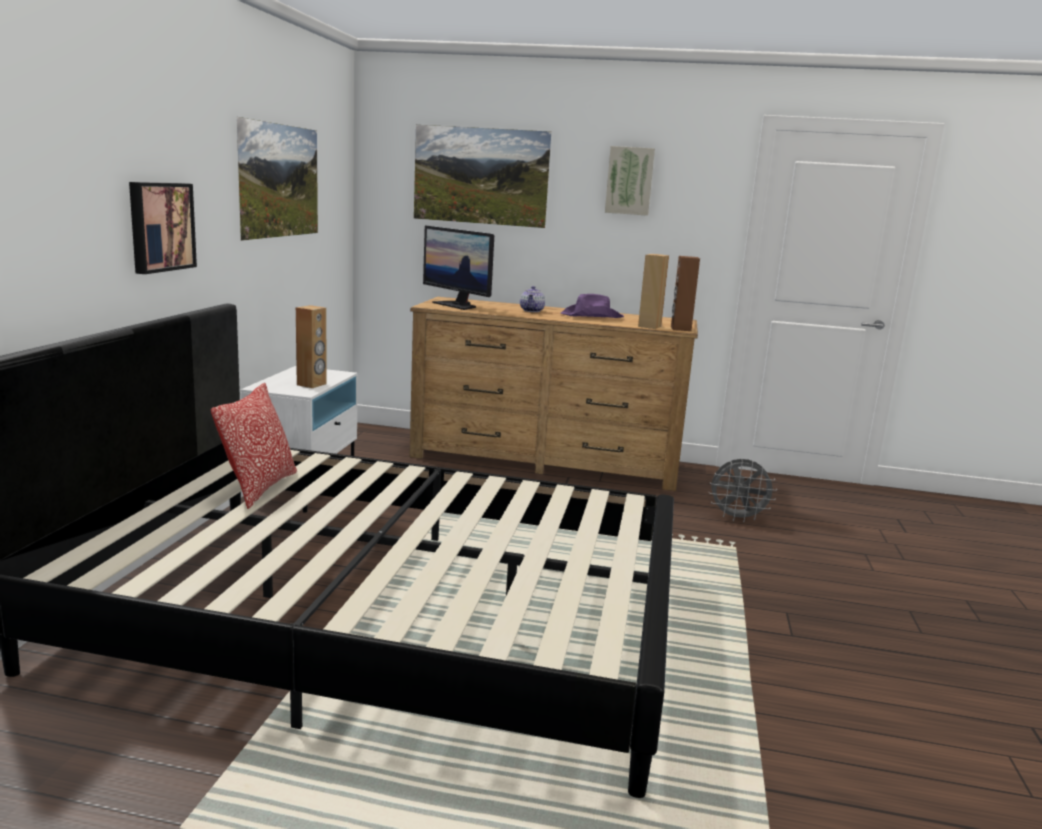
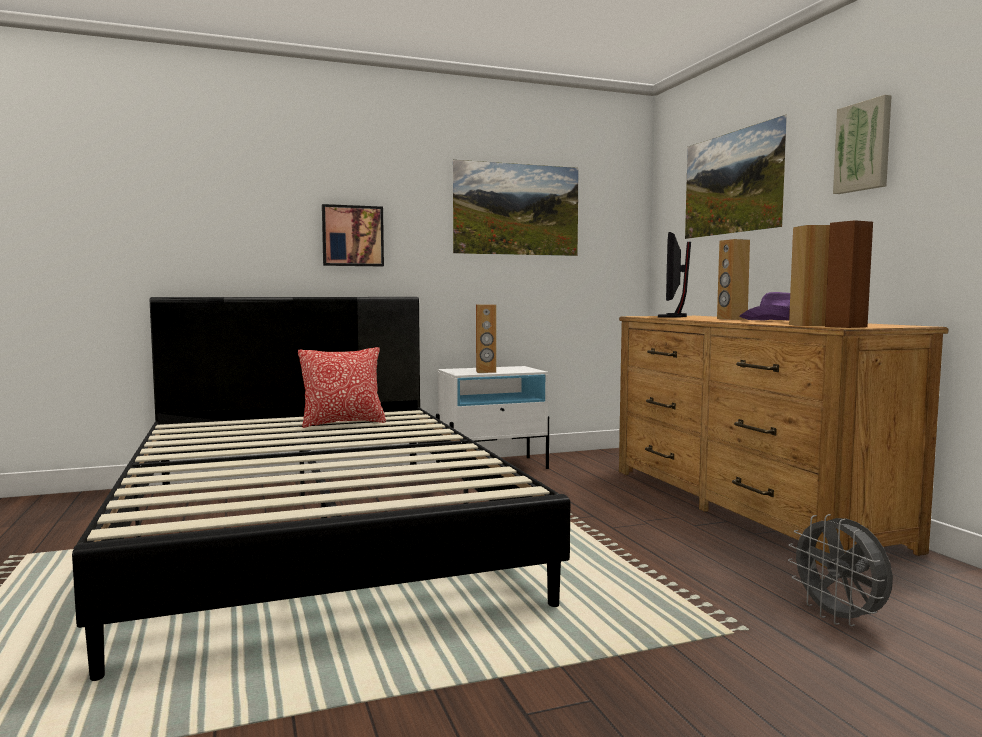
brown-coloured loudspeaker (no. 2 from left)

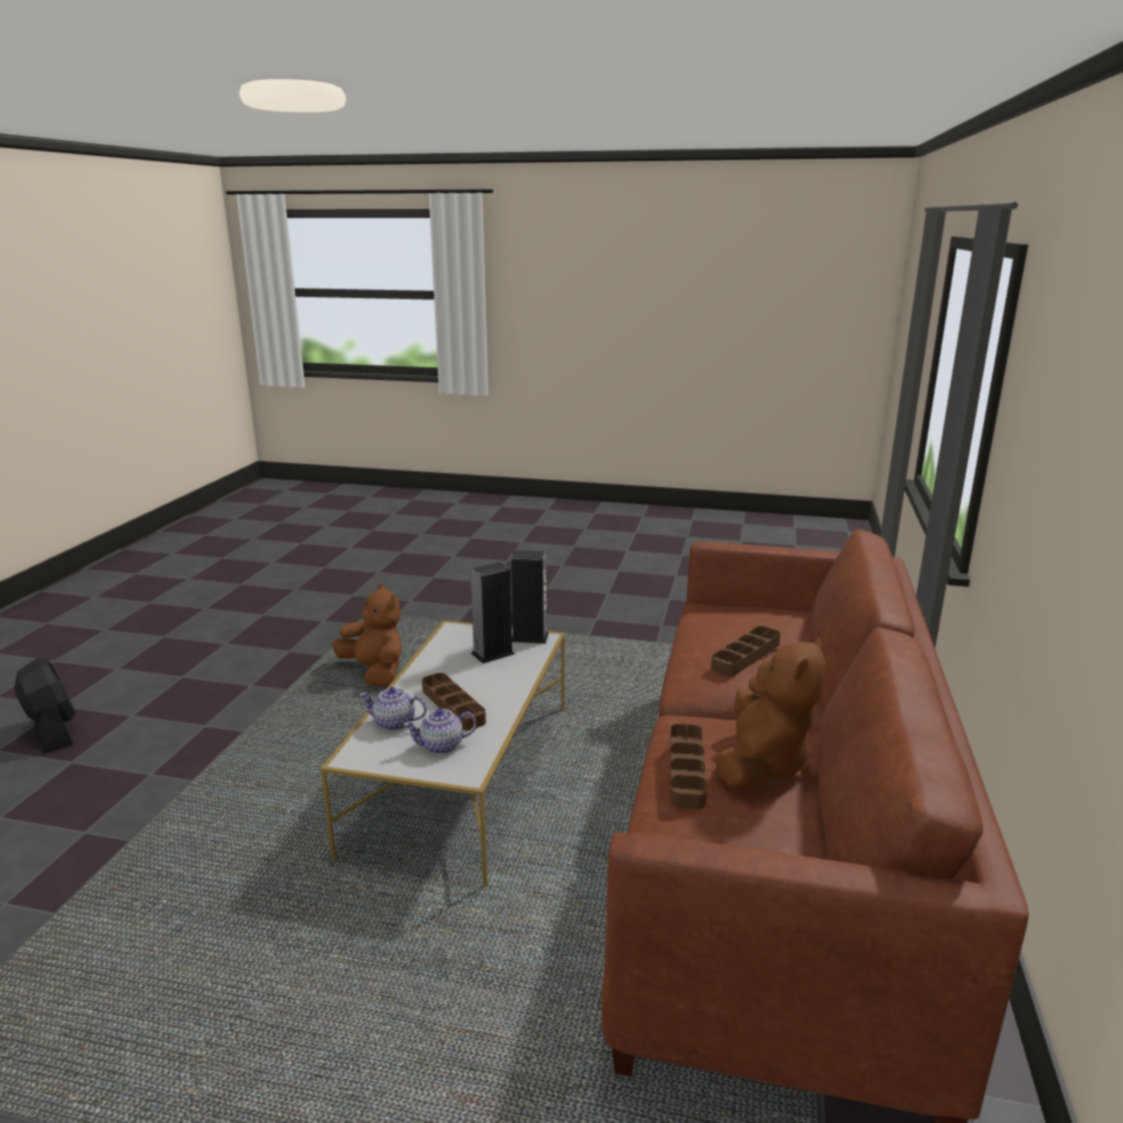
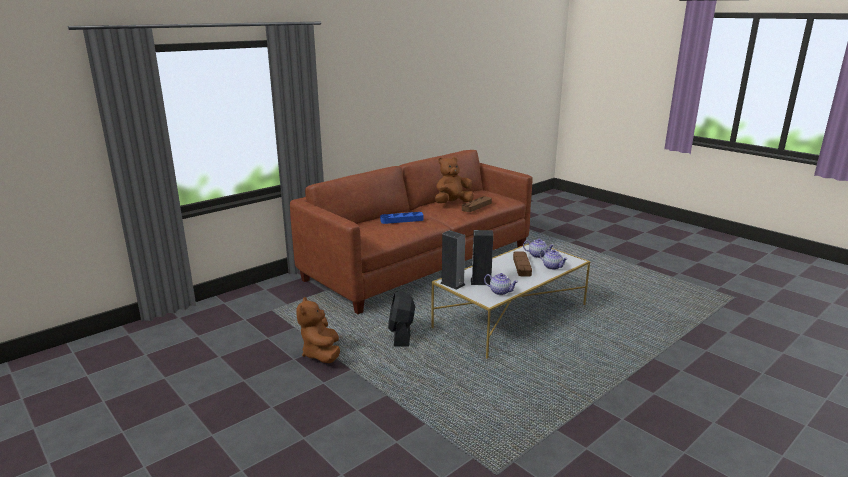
brown-coloured plush toy (no. 1 from left)
blue tray
black electric fan
tea pot (no. 1 from left)

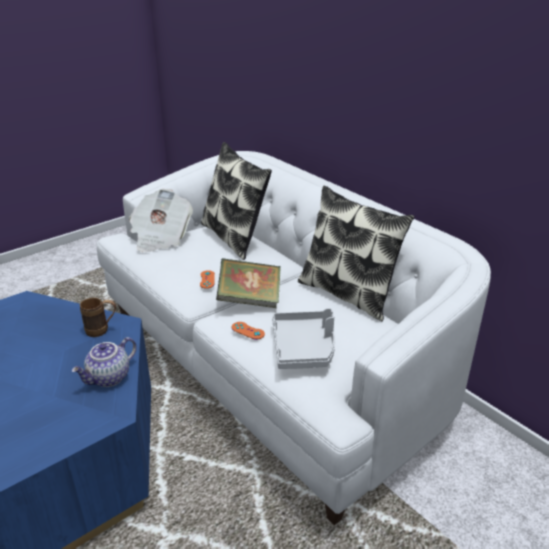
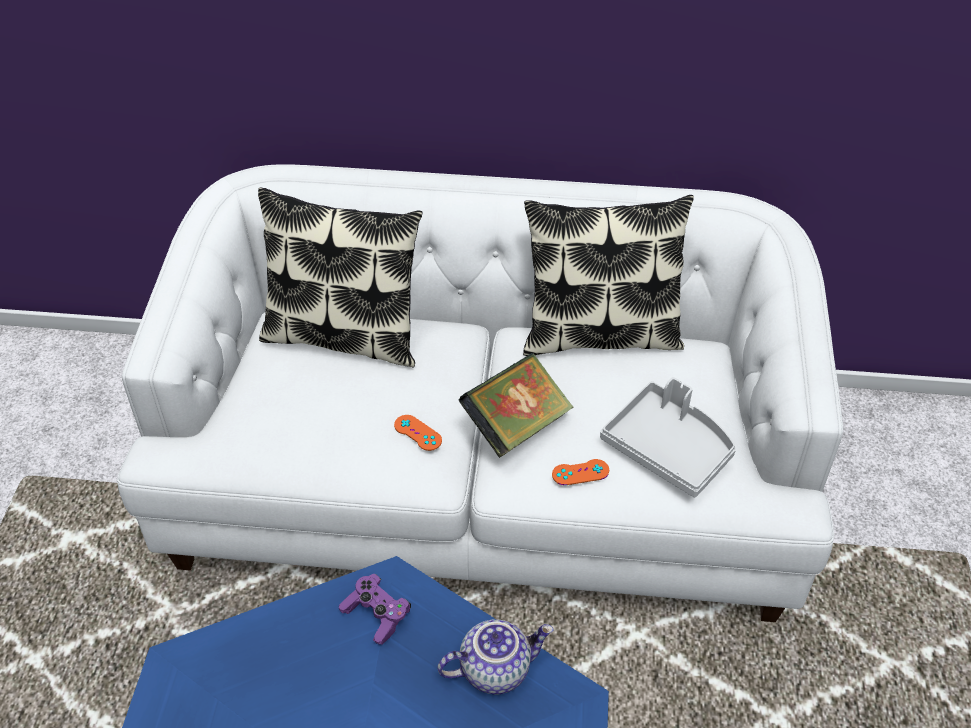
printed paper
purple-coloured joypad
tea pot

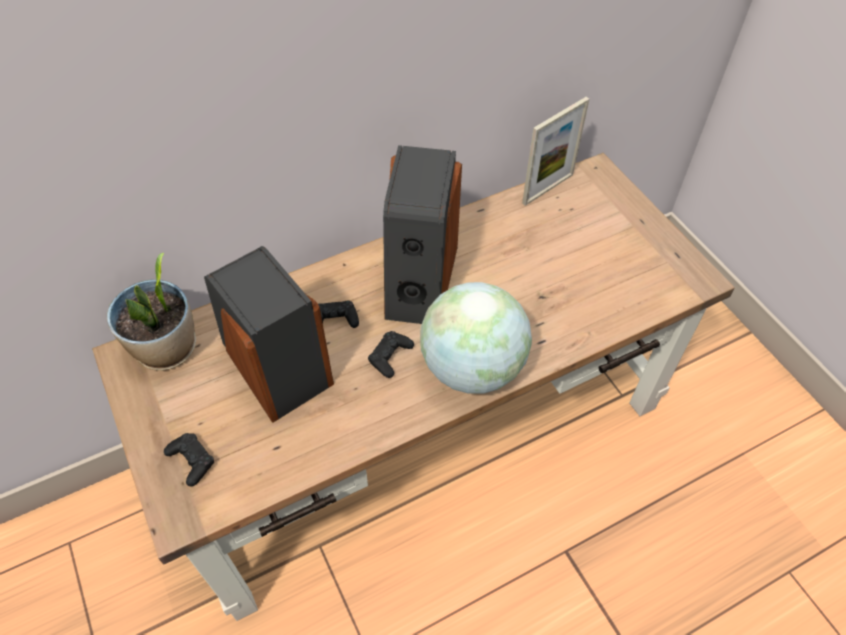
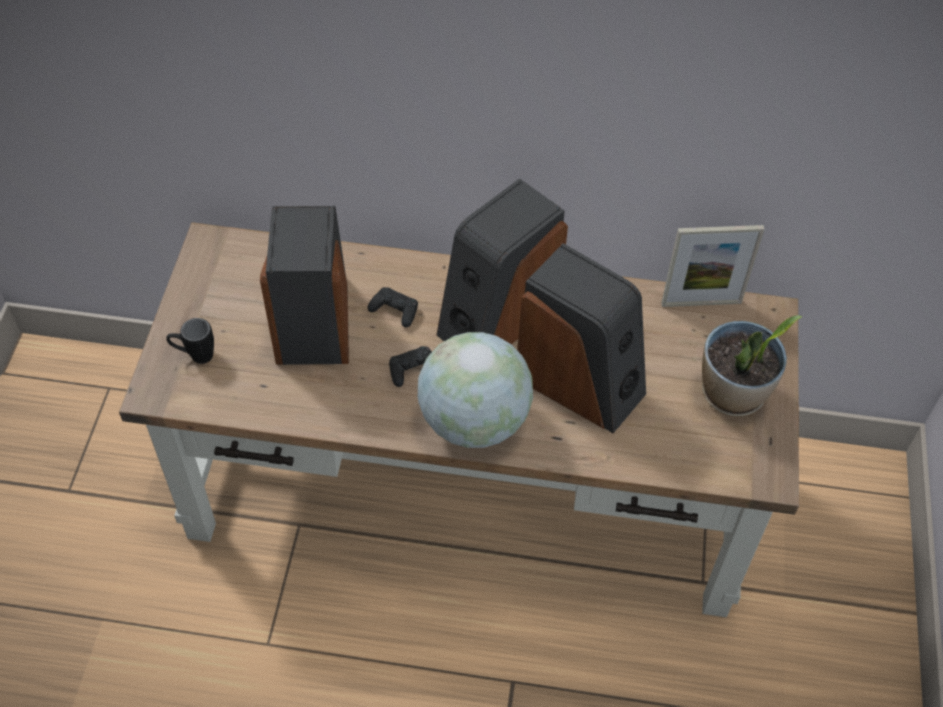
potted plant
black mug
loudspeaker (no. 3 from left)

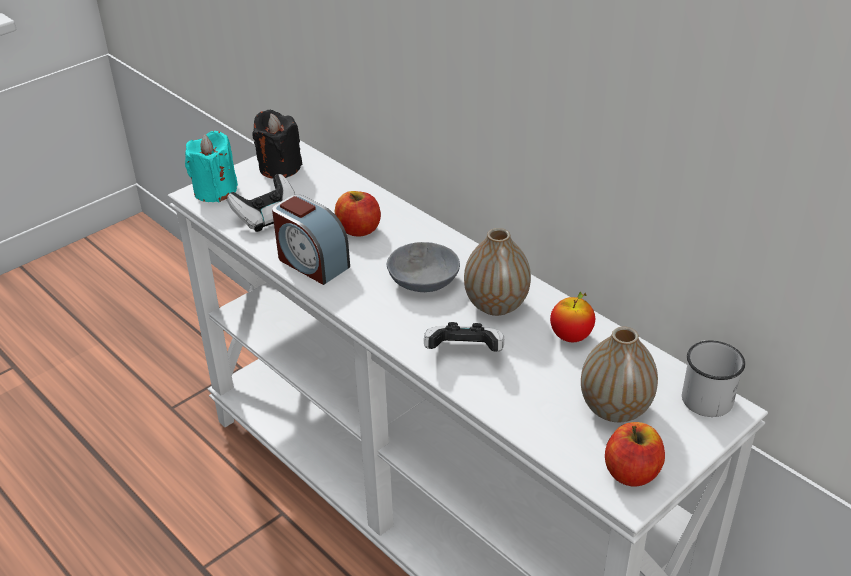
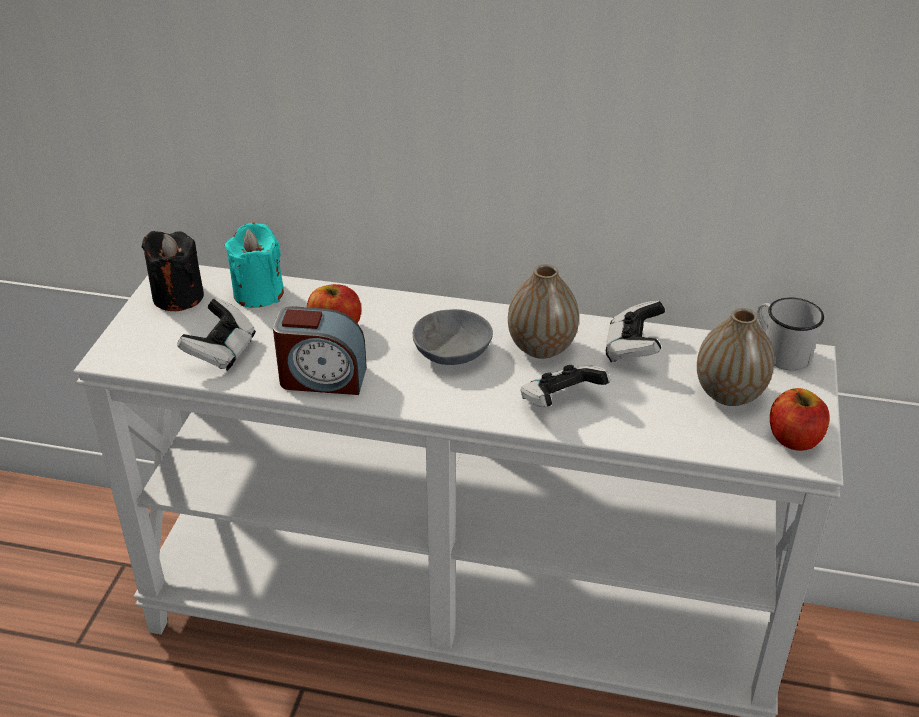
turquoise-coloured wax light
joypad (no. 3 from left)

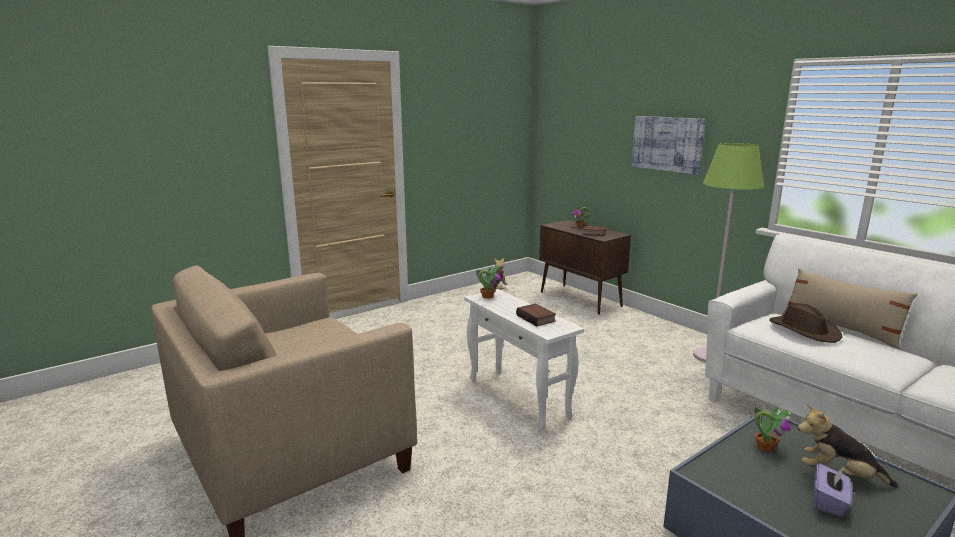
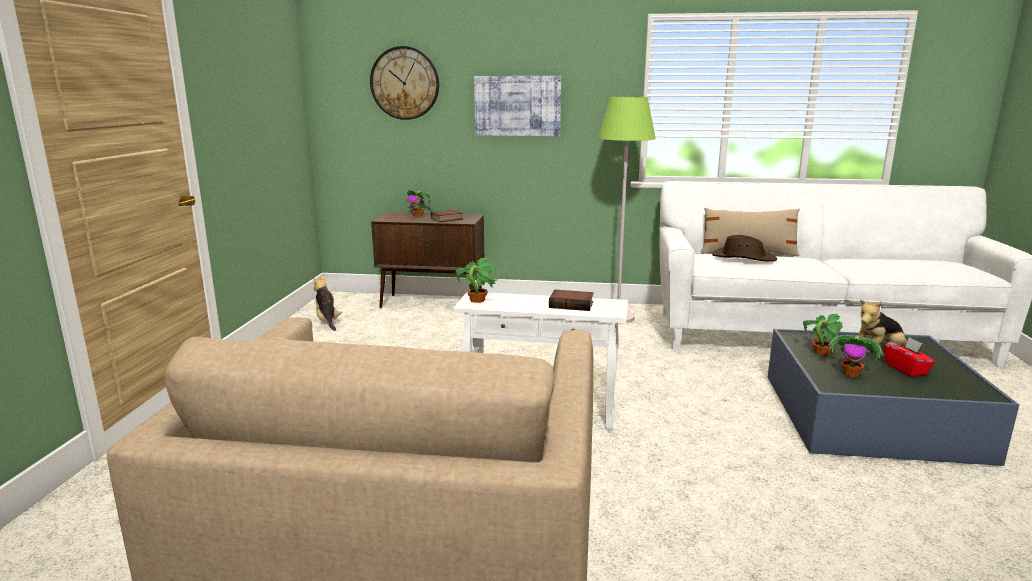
reddish tissue holder
clock on the wall
potted plant (no. 4 from left)

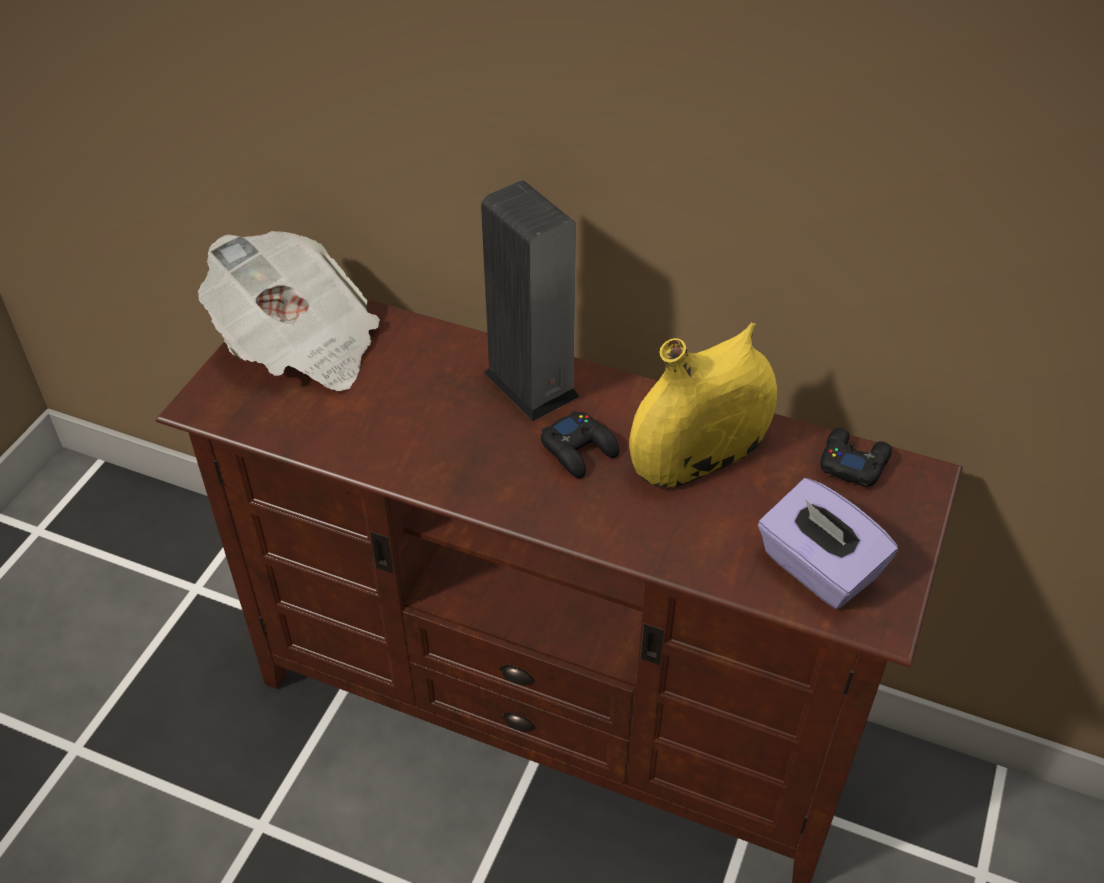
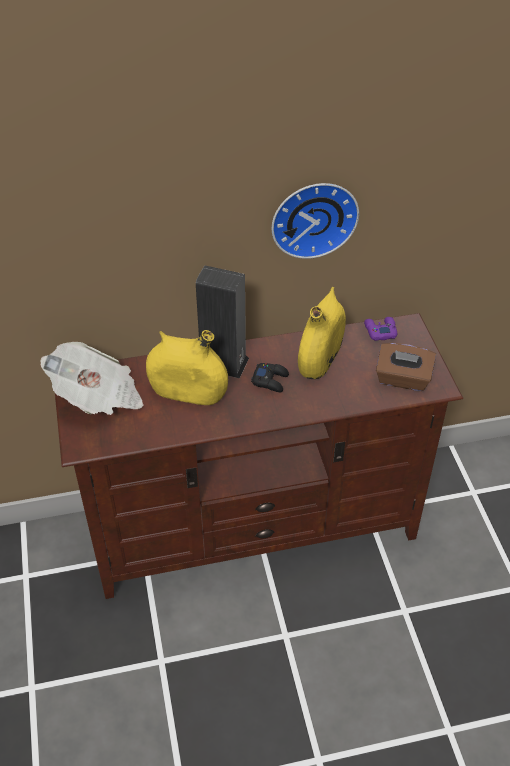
purple-coloured joypad
brown-coloured tissue holder
clock on the wall
yellow-coloured vase (no. 1 from left)

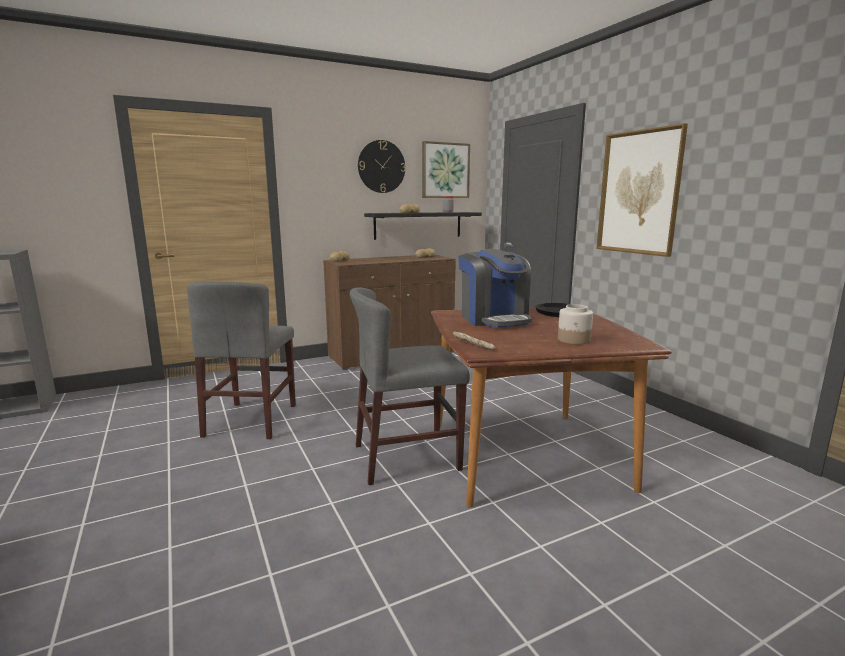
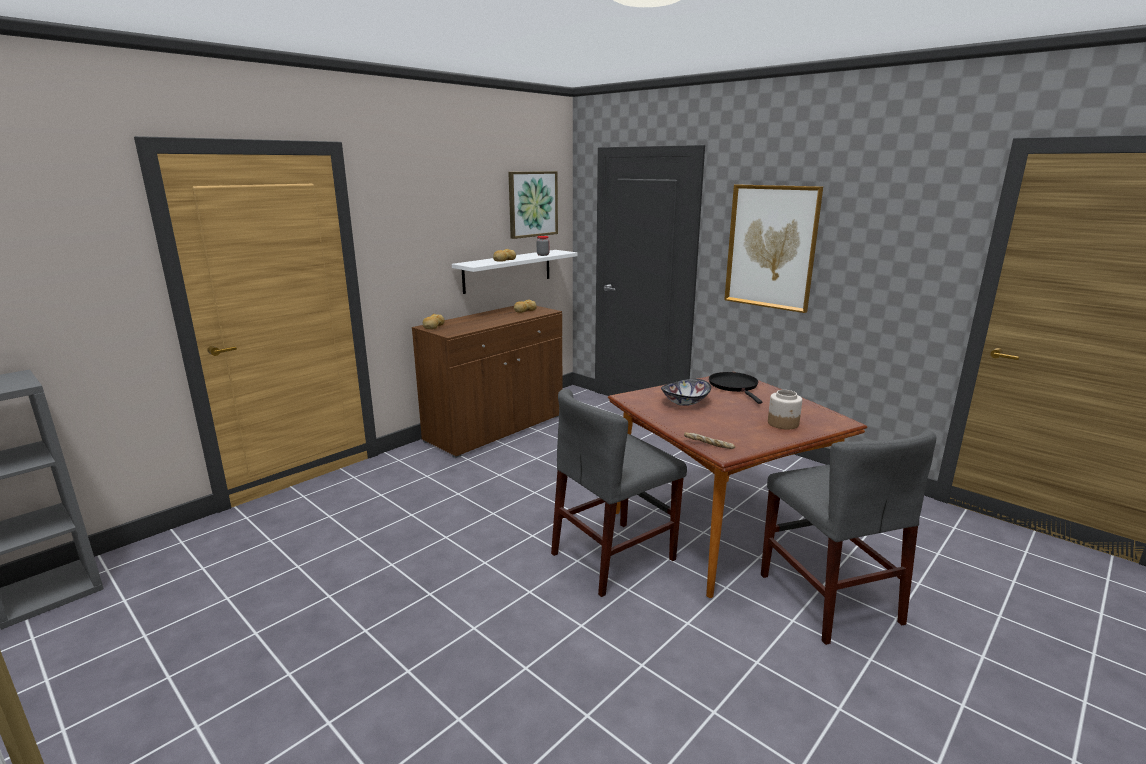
clock on the wall
white bracket shelf
deep dish
grey chair (no. 2 from left)

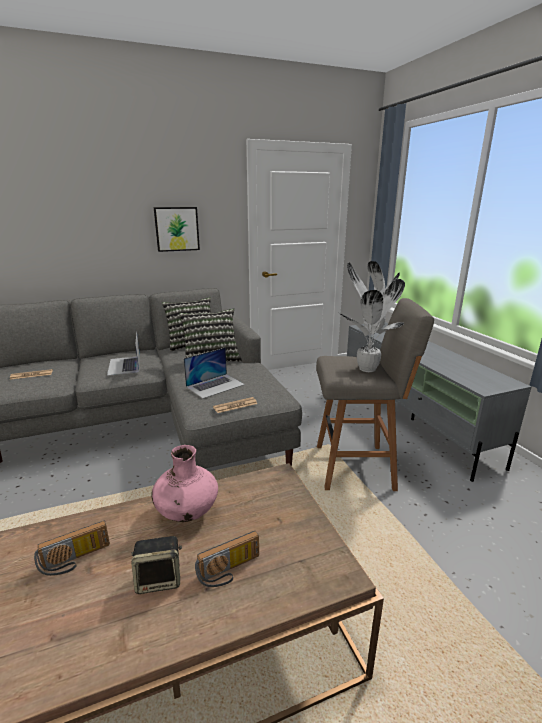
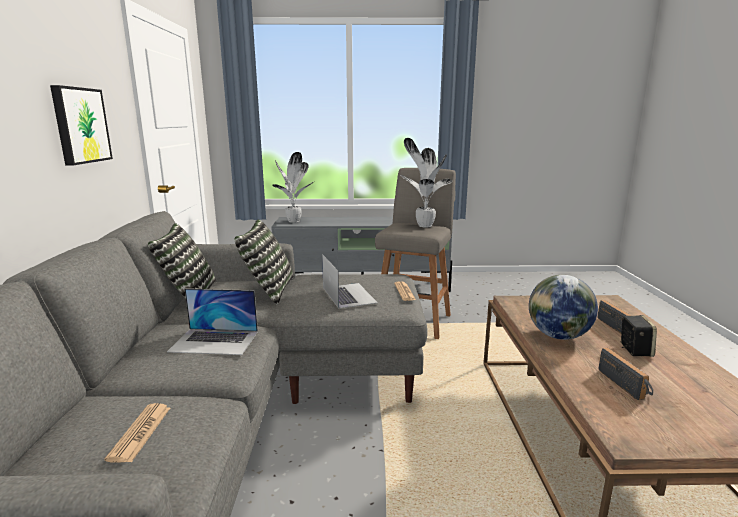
globe

